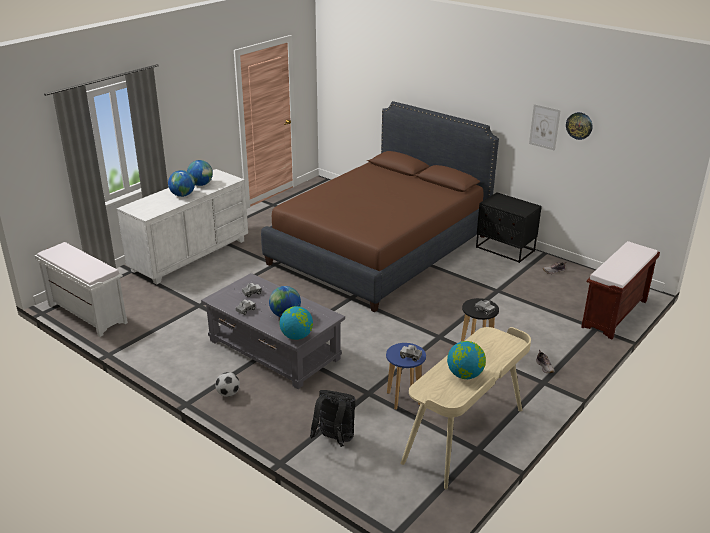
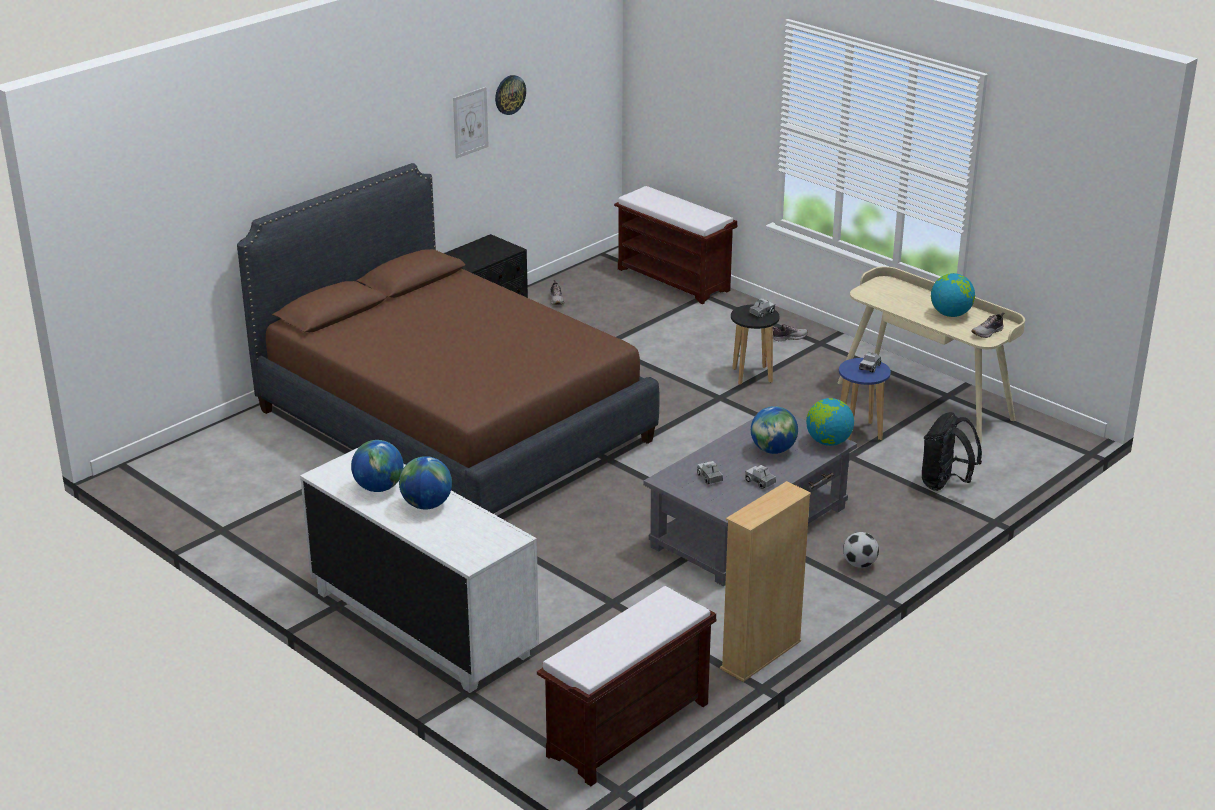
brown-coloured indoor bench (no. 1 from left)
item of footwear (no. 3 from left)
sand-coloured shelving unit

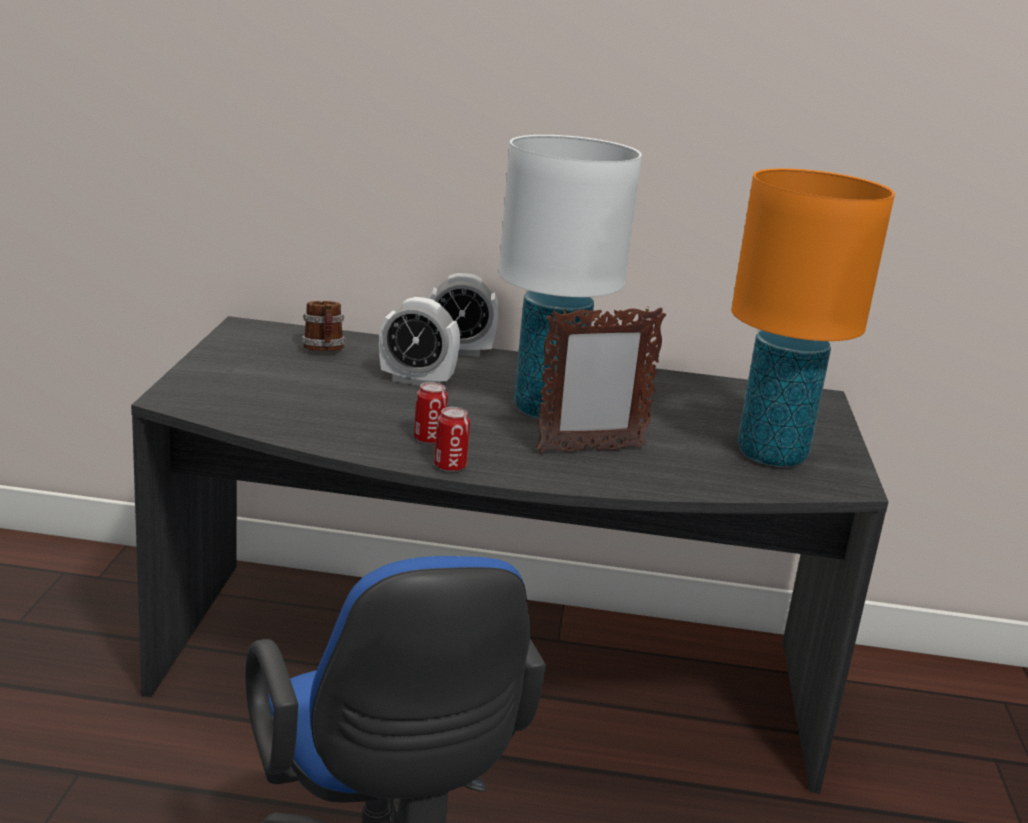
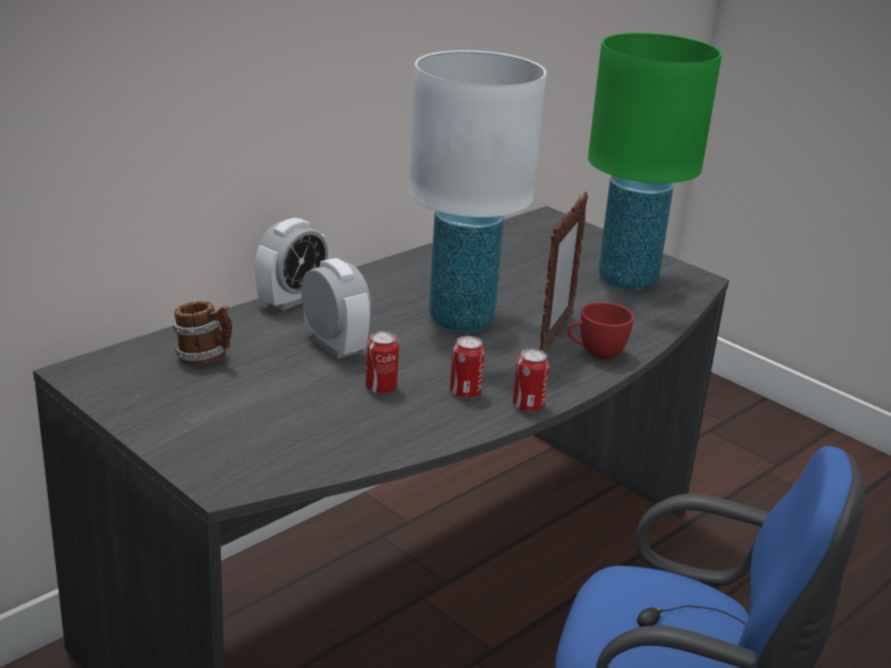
green-coloured lamp for a table
alarm clock (no. 2 from left)
reddish small cup
metal can (no. 1 from left)

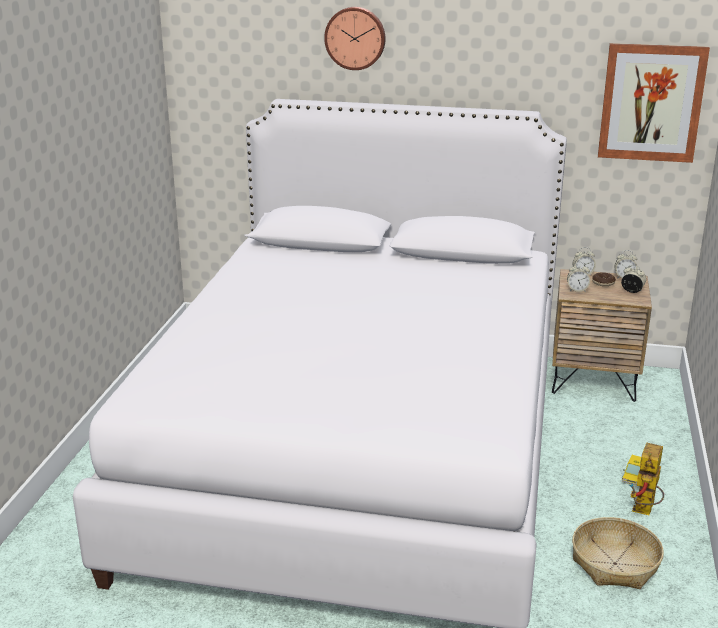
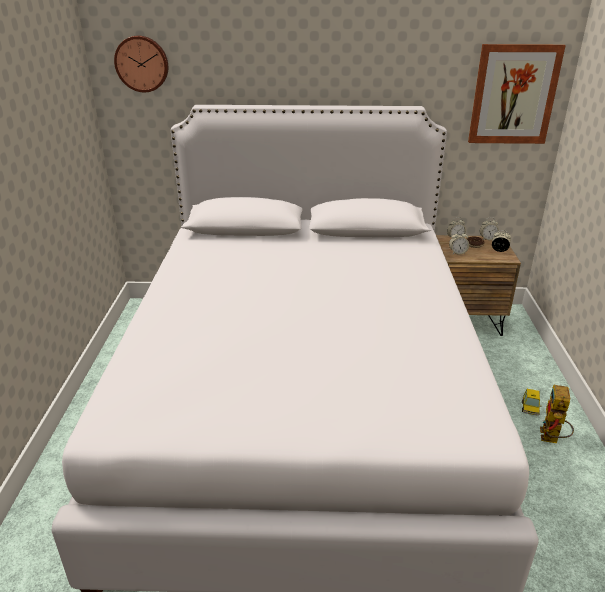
clock on the wall
storage basket

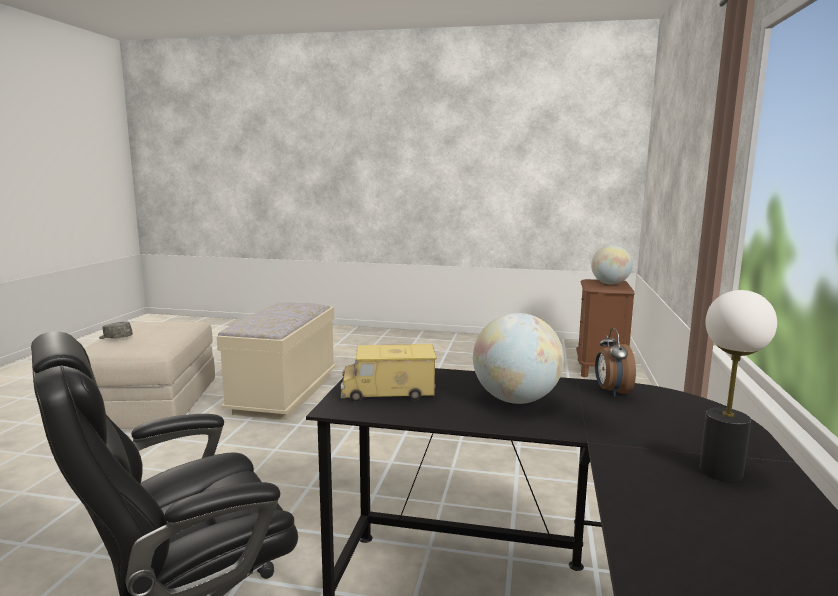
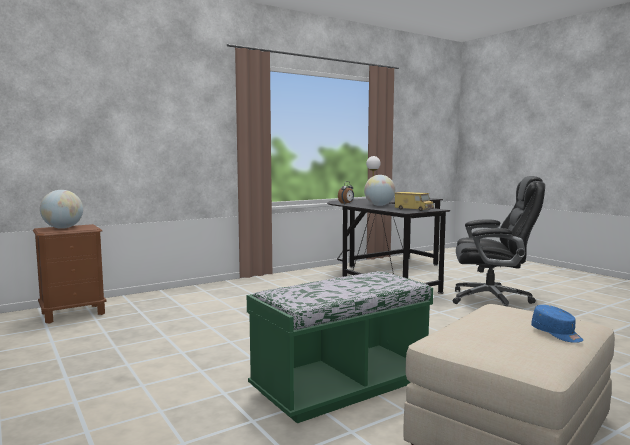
green-coloured indoor bench
blue cap

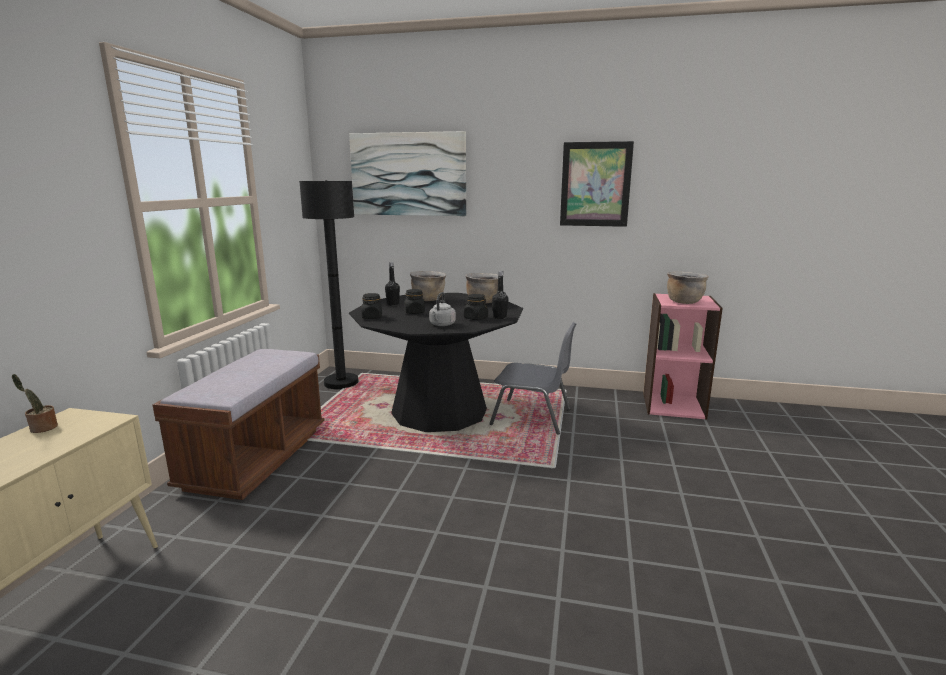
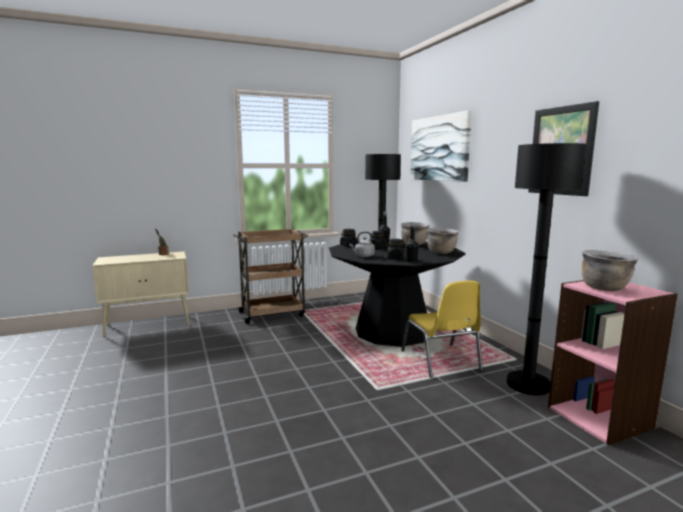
yellow-coloured chair
brown-coloured cart
black floor lamp (no. 2 from left)

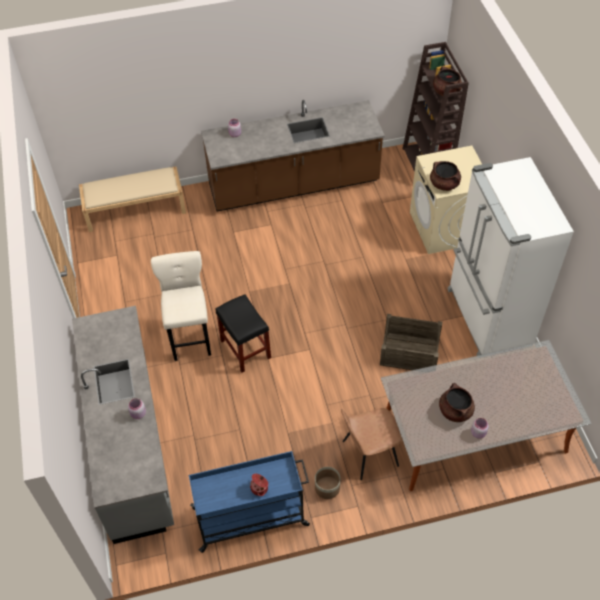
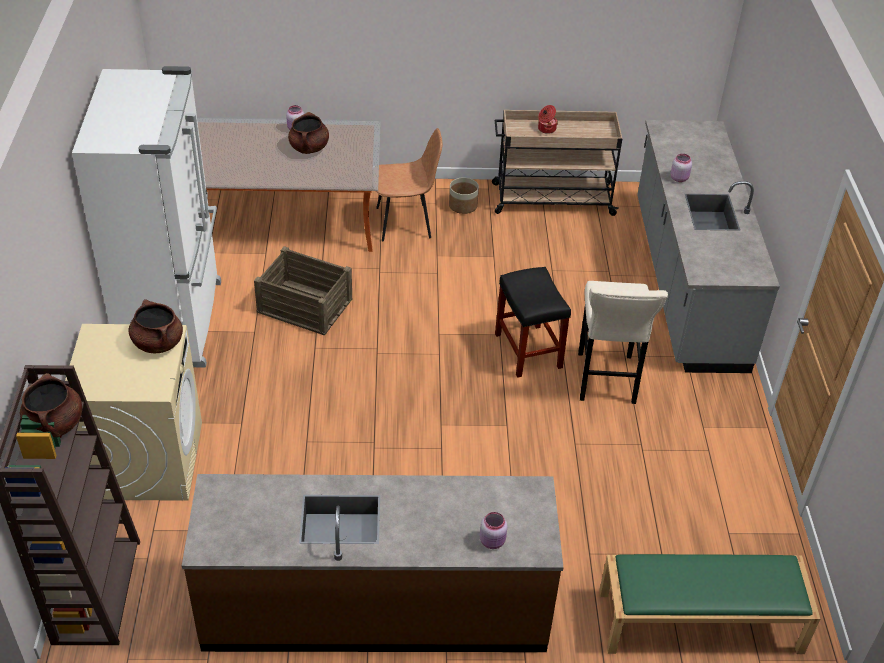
green-coloured indoor bench
sand-coloured cart

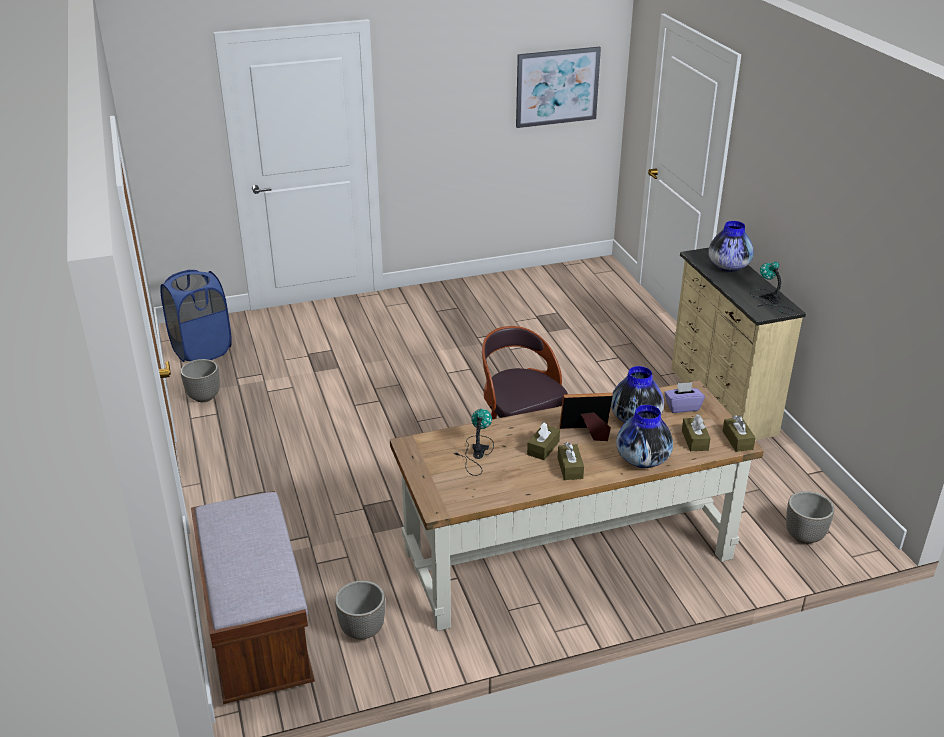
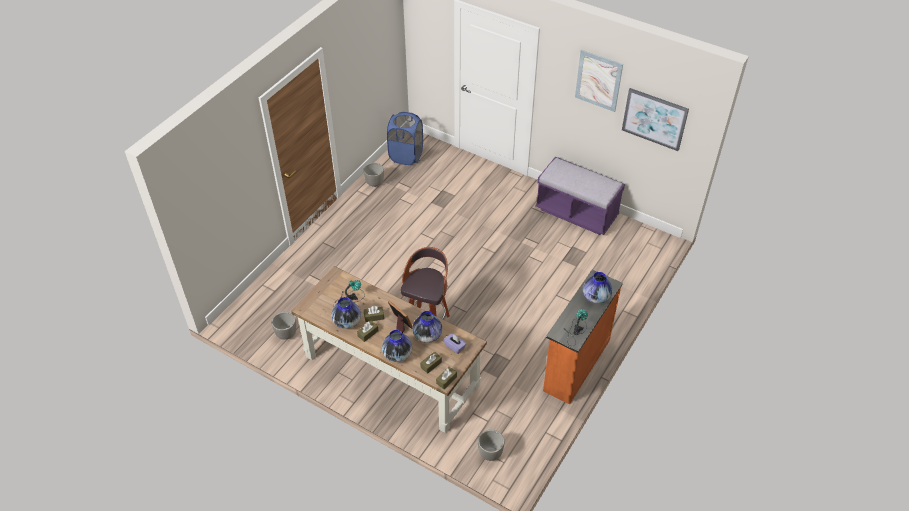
orangey chest of drawers
brown-coloured indoor bench
wall art (no. 1 from left)
purple-coloured indoor bench
vase (no. 1 from left)

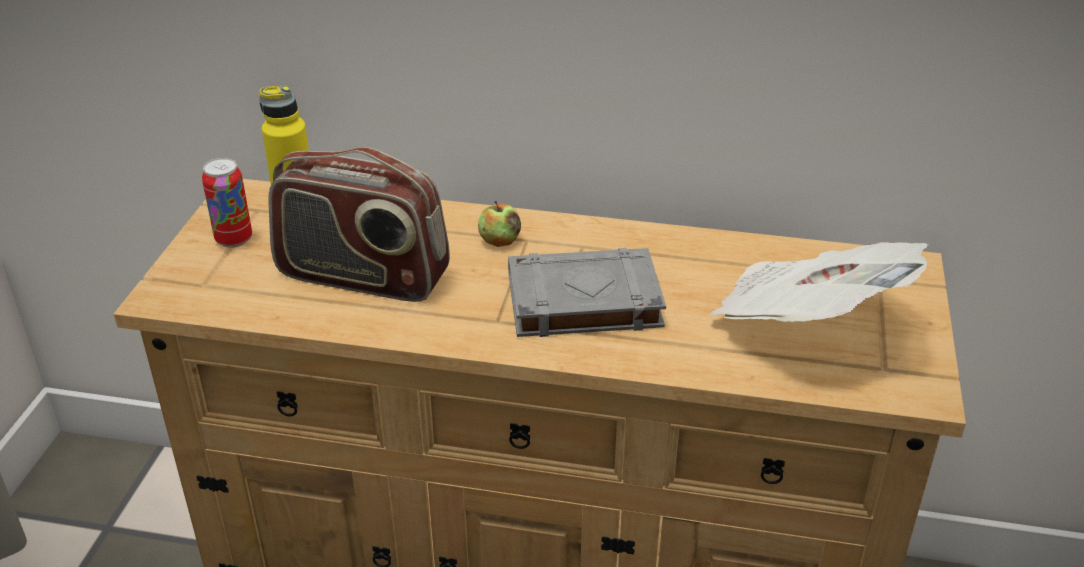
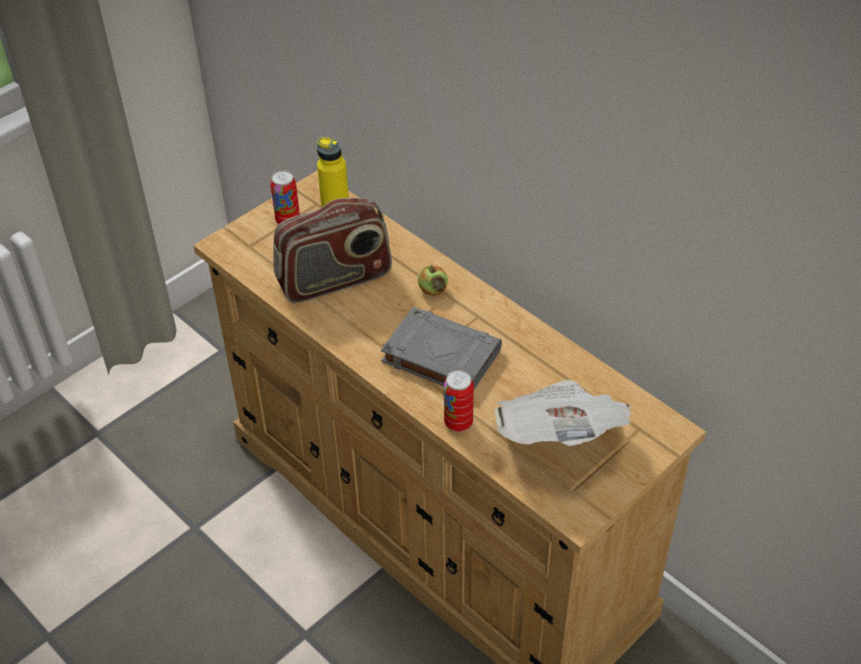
radio set
metal can (no. 2 from left)

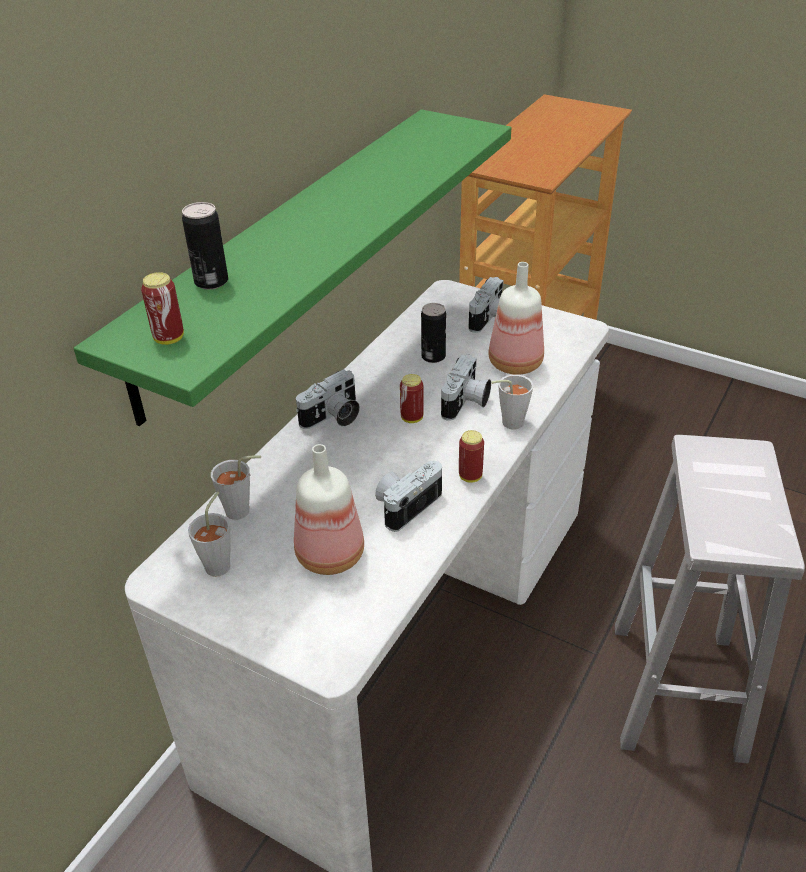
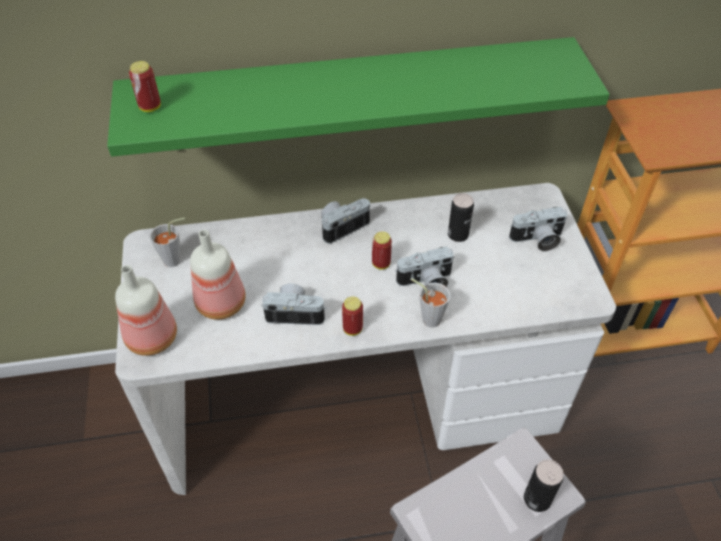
metal can (no. 5 from left)
bottle (no. 1 from left)
still camera (no. 2 from left)
grey small cup (no. 2 from left in the first image)

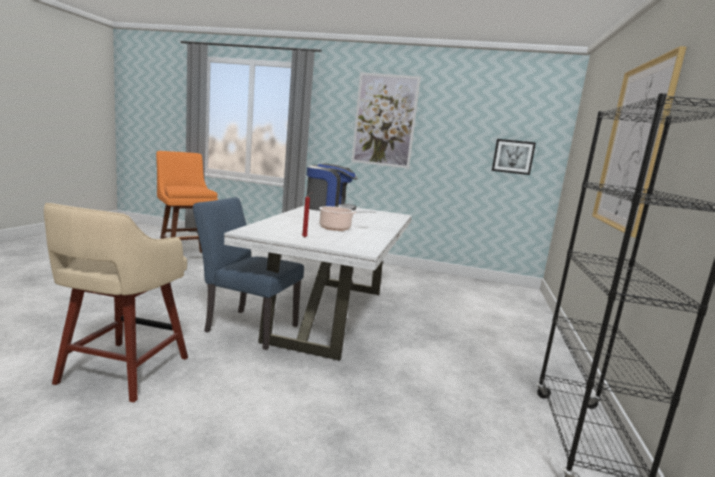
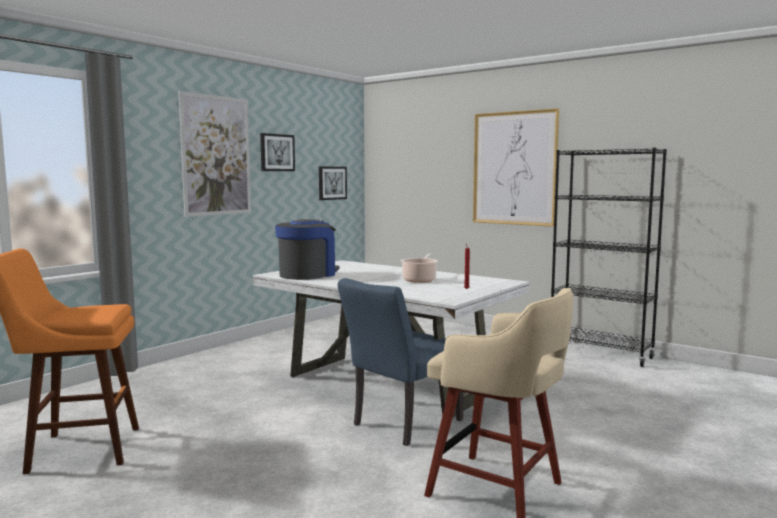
wall art (no. 2 from left)

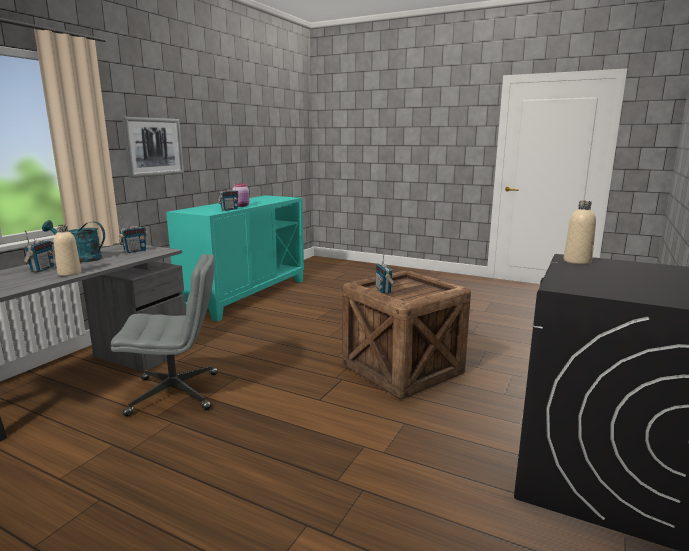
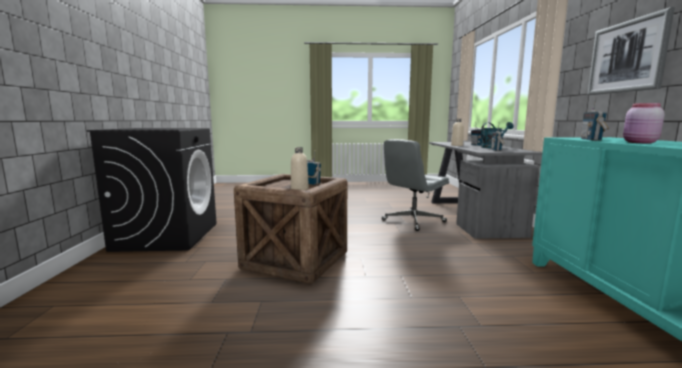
sand-coloured bottle (no. 1 from left)

